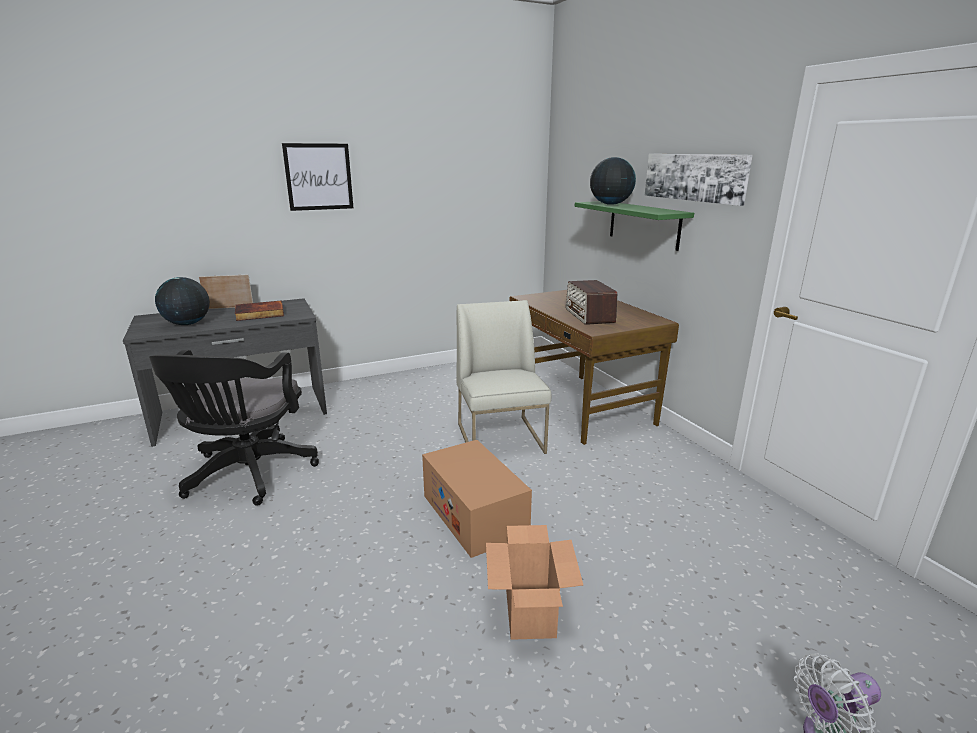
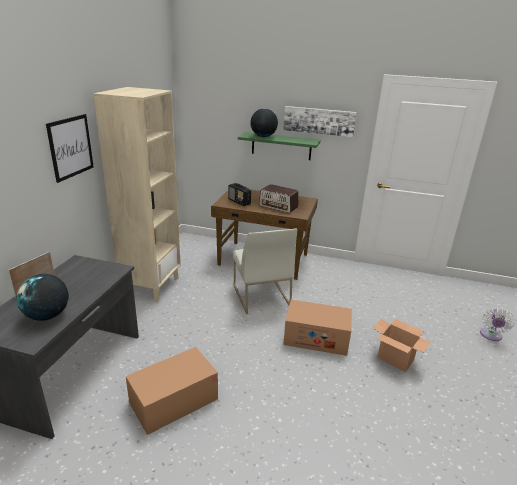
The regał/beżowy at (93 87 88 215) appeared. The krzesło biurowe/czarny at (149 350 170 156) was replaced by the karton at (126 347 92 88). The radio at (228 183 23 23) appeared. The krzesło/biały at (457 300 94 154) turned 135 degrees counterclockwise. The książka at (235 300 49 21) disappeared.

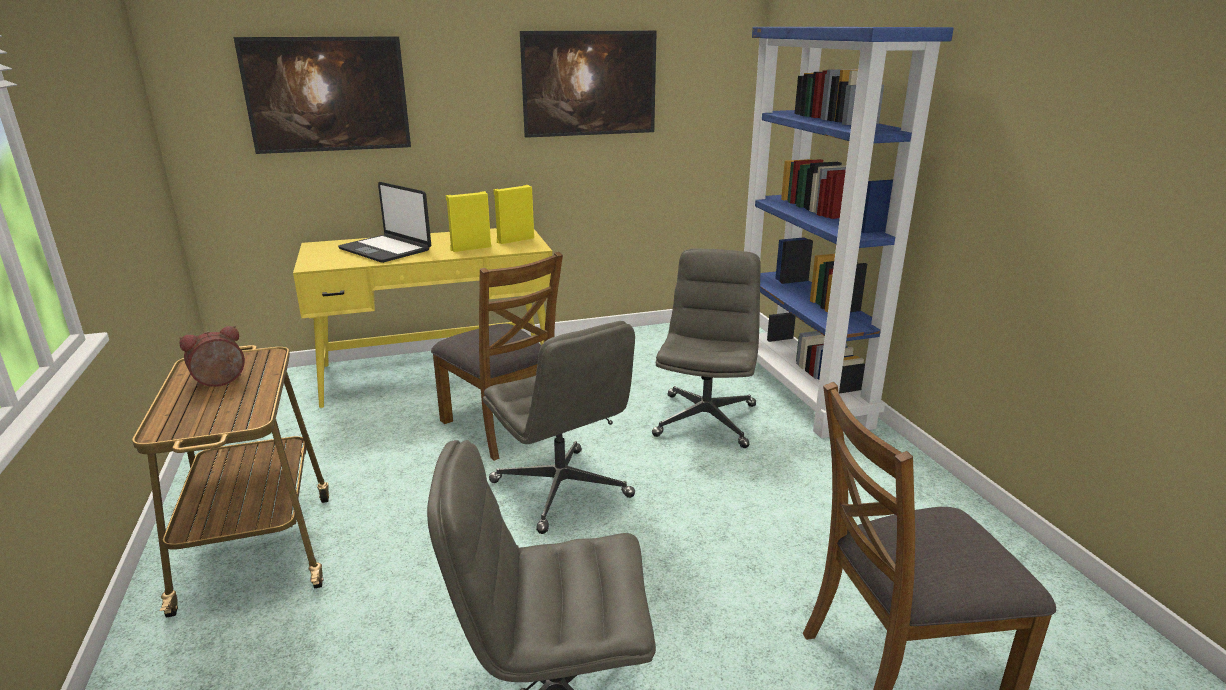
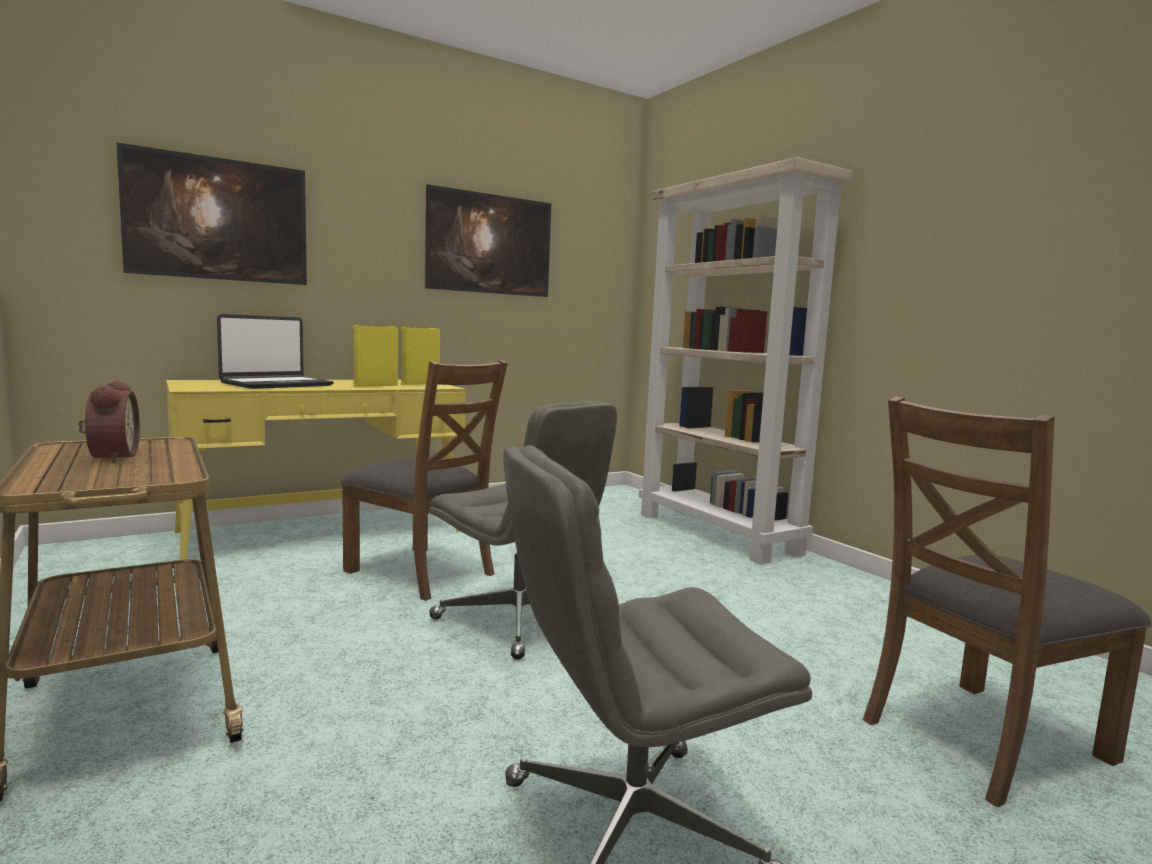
The budzik at (179 326 66 61) turned 120 degrees clockwise. The laptop at (338 182 93 81) turned 75 degrees counterclockwise. The regał/niebieski at (744 27 210 411) became the regał/beżowy at (638 157 214 408). The krzesło biurowe/szary at (652 248 109 200) disappeared.

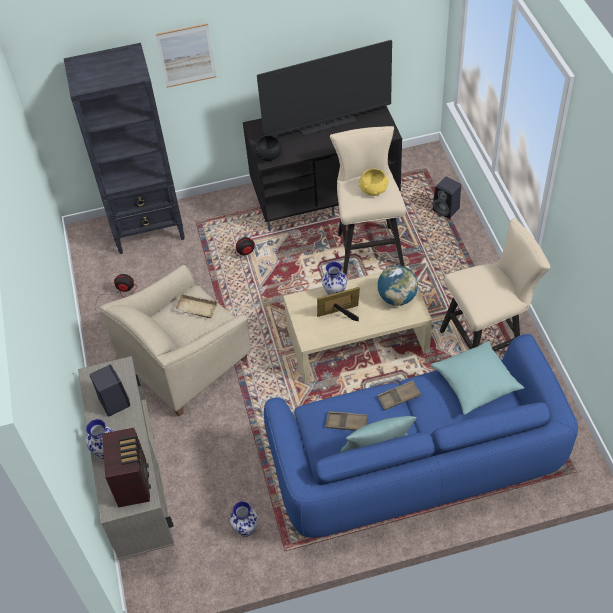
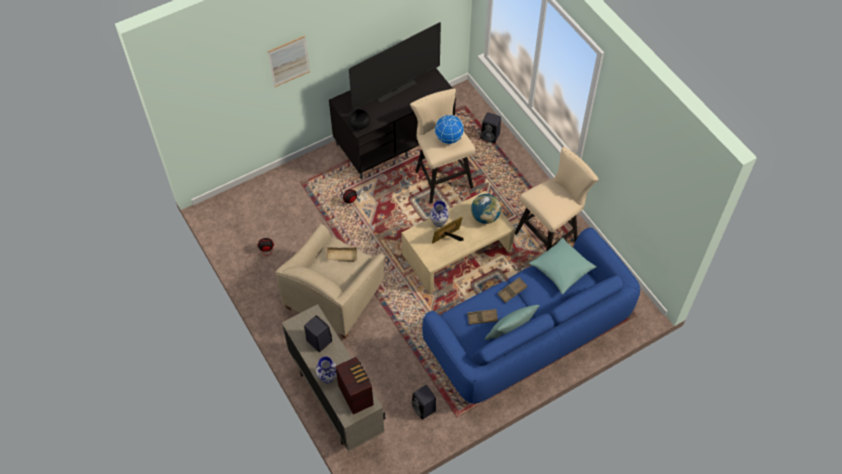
The wazon at (230 501 28 36) was replaced by the głośnik/czarny at (411 385 25 35). The miska/żółty at (359 169 30 27) was replaced by the globus at (434 115 30 29). The regał/czarny at (64 43 121 211) disappeared.

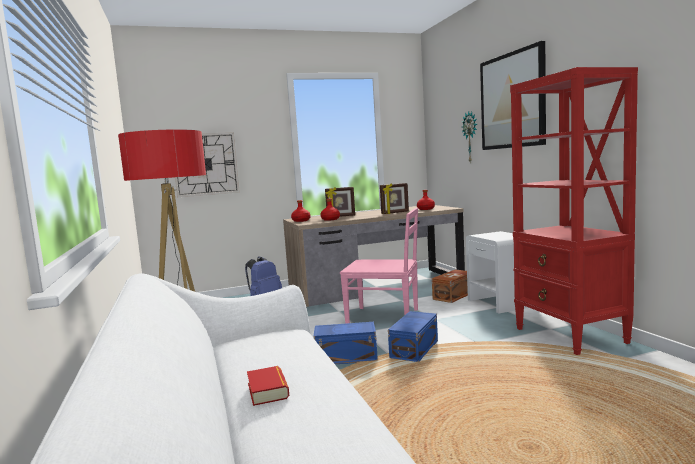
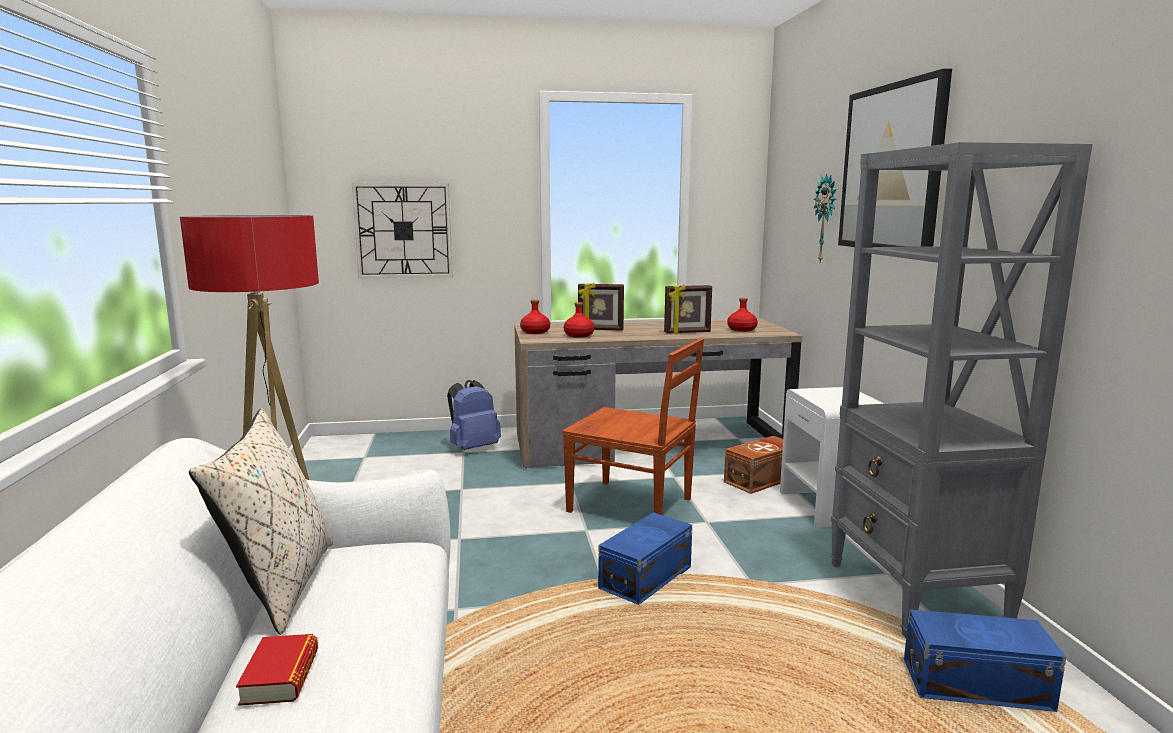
The poduszka/beżowy at (189 408 144 227) appeared. The krzesło/różowy at (340 208 78 116) became the krzesło/brązowy at (562 338 142 177). The regał/czerwony at (510 67 128 288) became the regał/szary at (830 142 262 496). The pojemnik do przechowywania/niebieski moved from (313 322 65 42) to (904 609 162 103).

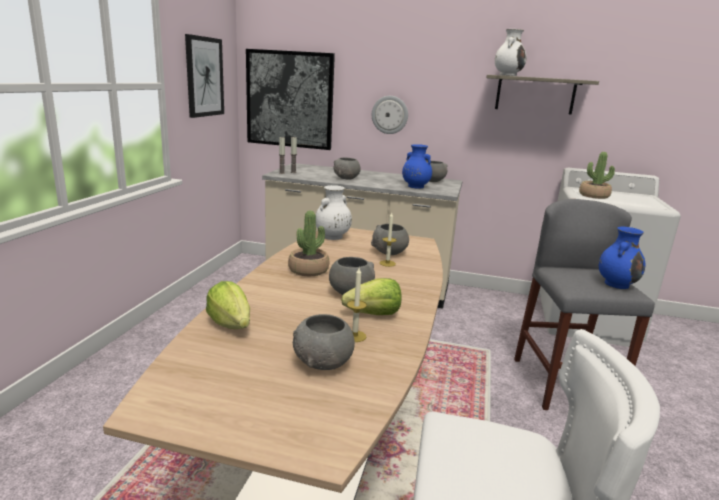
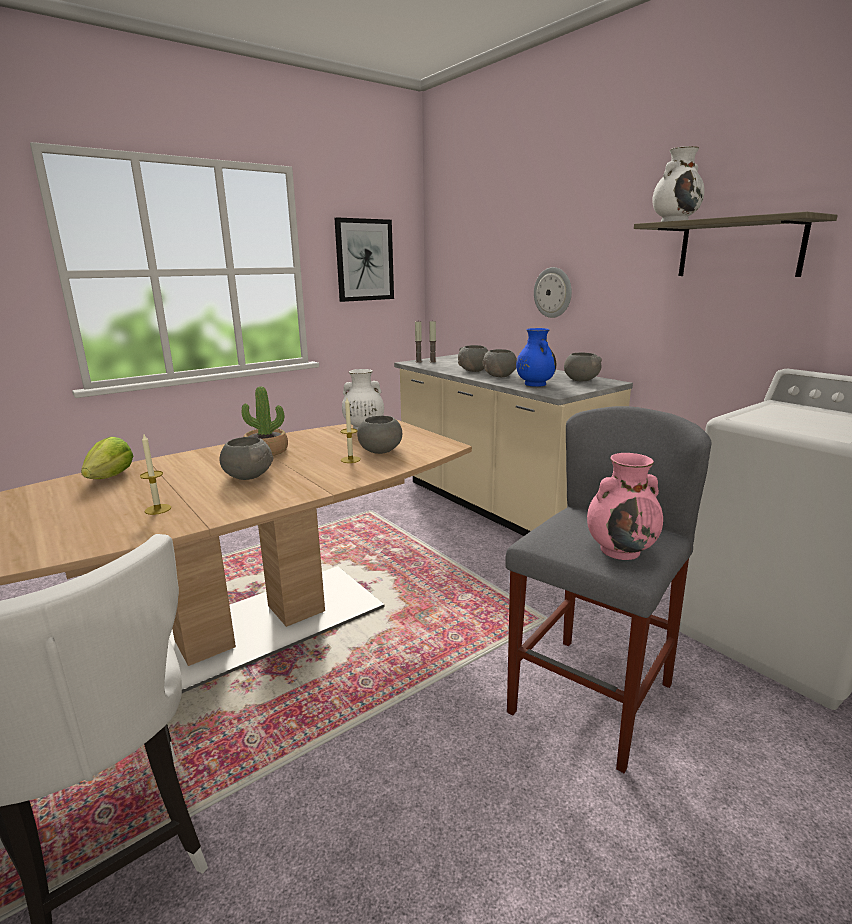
The miska/szary moved from (293 314 62 56) to (482 349 35 28). The wazon/niebieski at (599 227 46 62) became the wazon/różowy at (587 453 76 107). The obraz at (246 49 89 101) disappeared. The sałata at (341 278 61 37) disappeared. The roślina doniczkowa at (579 152 36 47) disappeared.

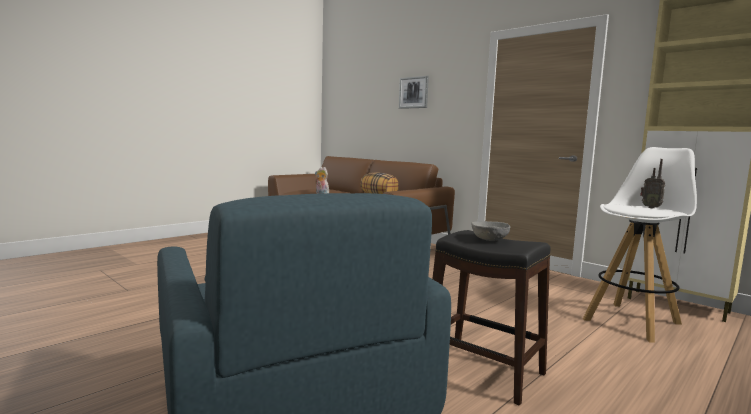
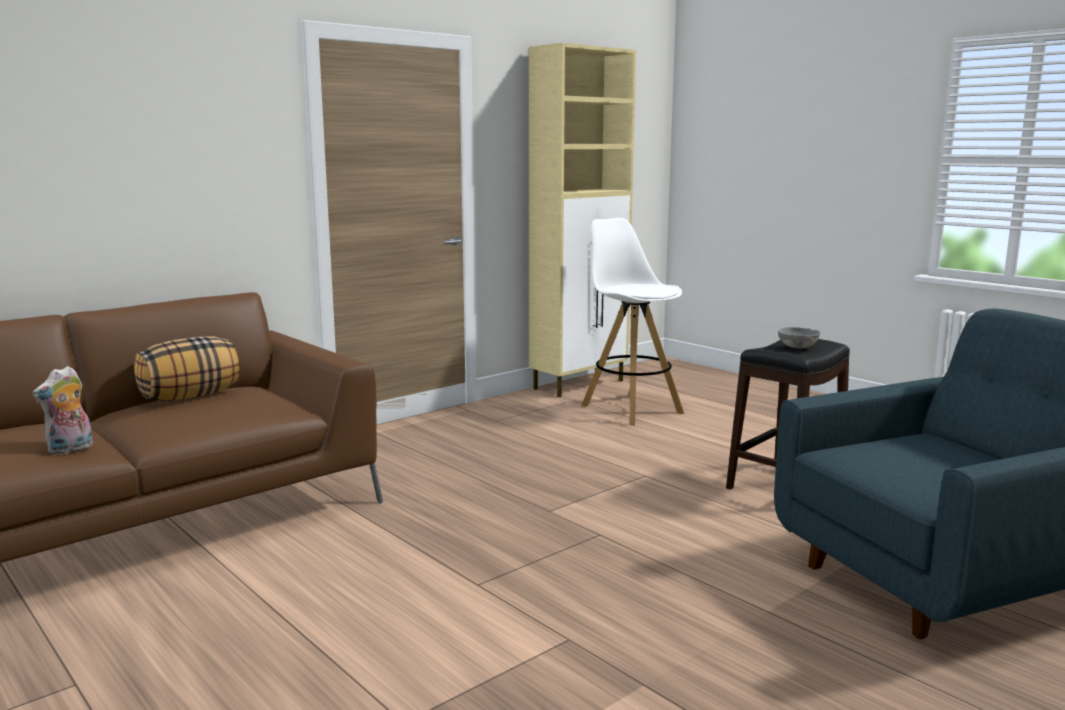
The obraz at (399 76 30 33) disappeared. The radio at (640 159 25 49) disappeared.

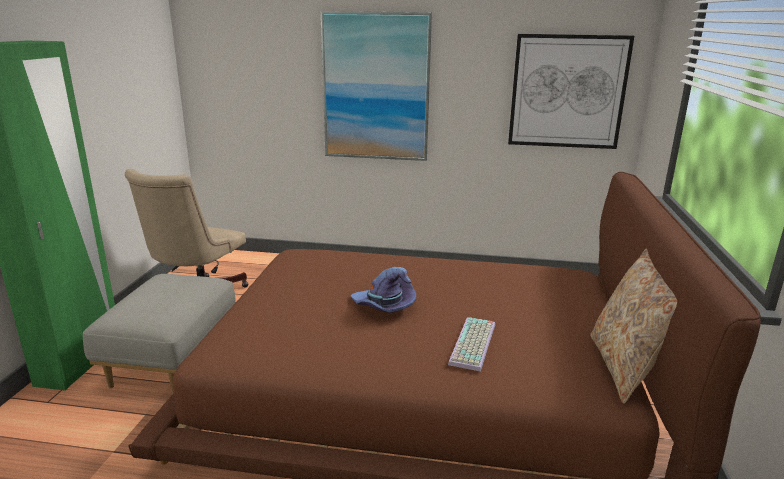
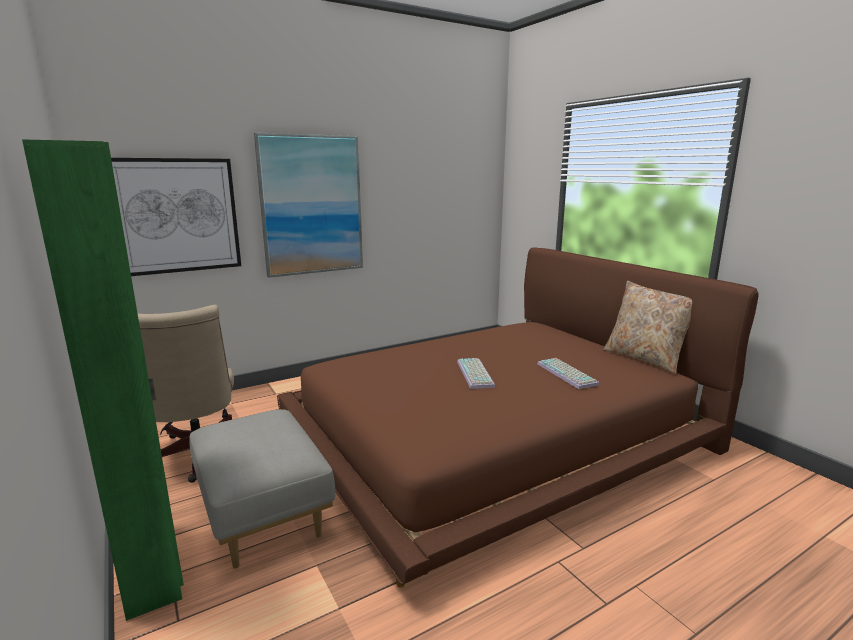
The obraz moved from (508 34 126 115) to (111 158 130 118). The kapelusz/fioletowy at (351 267 65 46) was replaced by the klawiatura at (457 358 38 31).

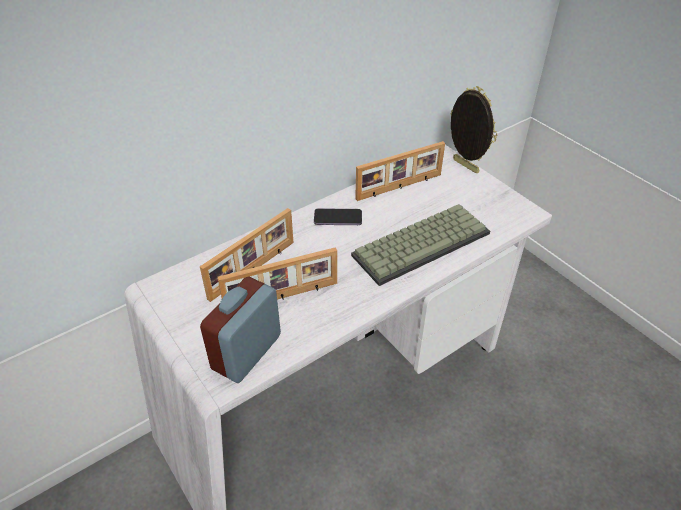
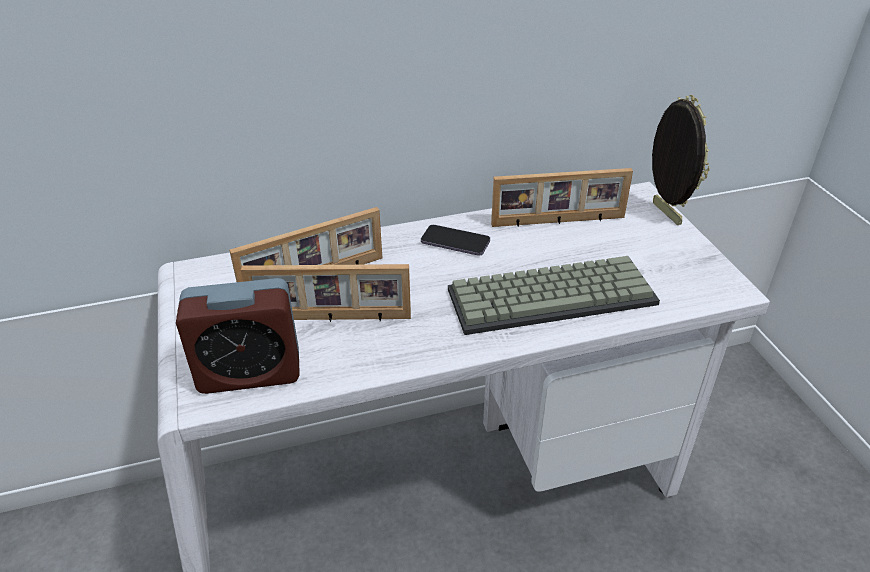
The budzik at (200 277 81 106) turned 150 degrees counterclockwise.

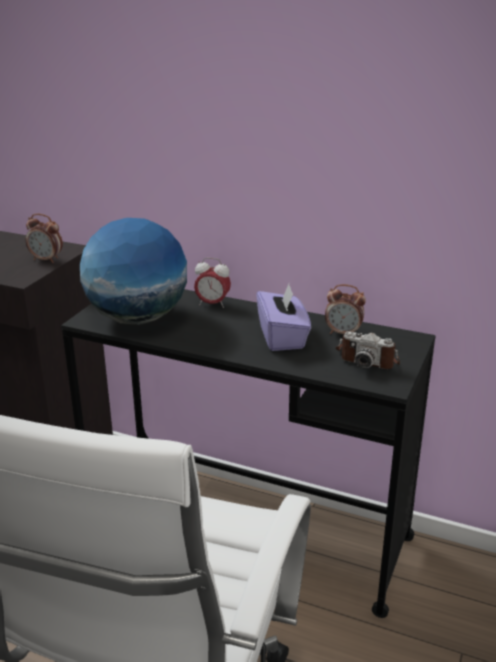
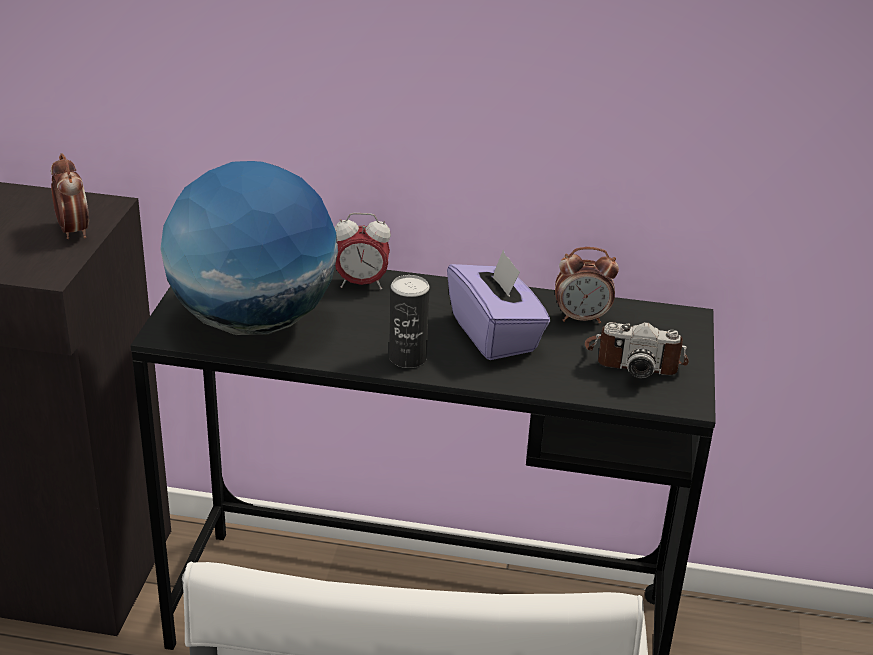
The budzik at (26 214 37 49) turned 120 degrees counterclockwise. The puszka at (389 275 41 93) appeared.

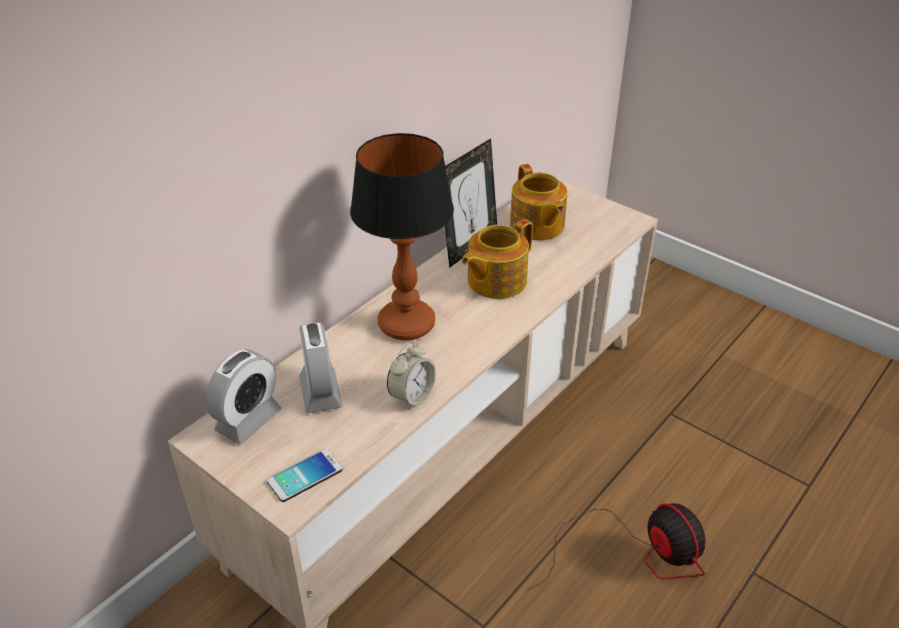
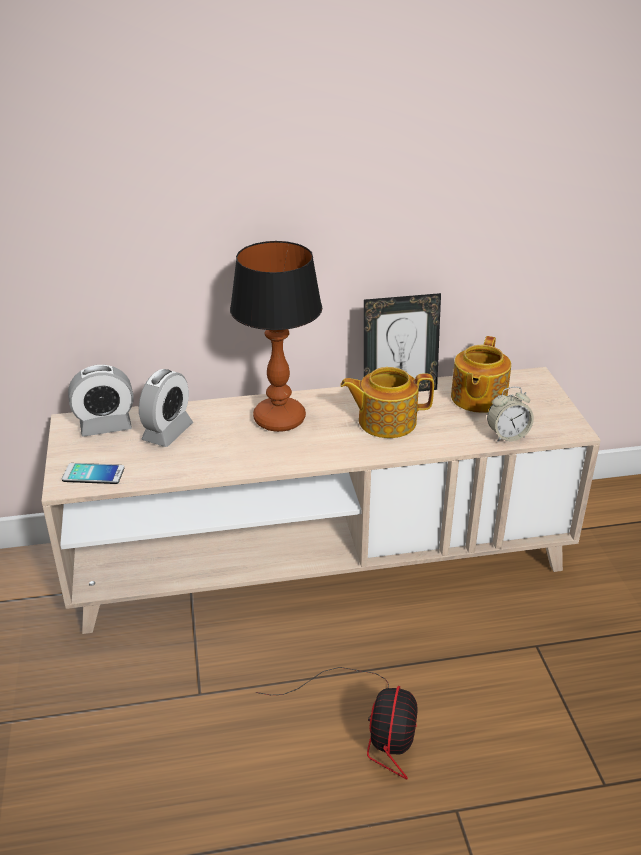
The budzik moved from (387 342 49 68) to (487 387 47 55).

